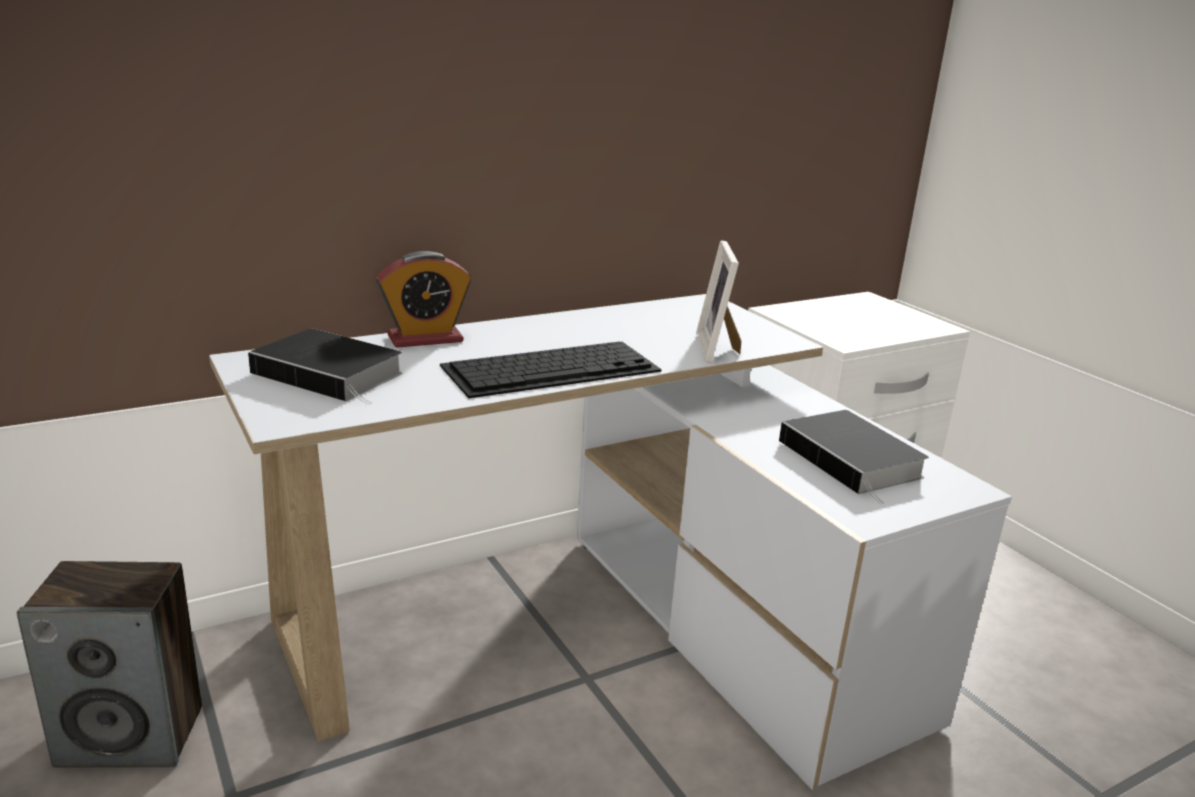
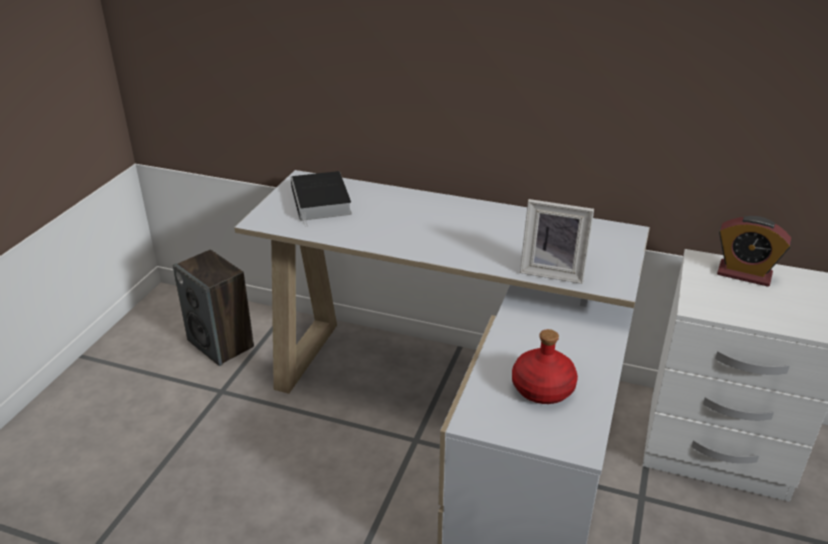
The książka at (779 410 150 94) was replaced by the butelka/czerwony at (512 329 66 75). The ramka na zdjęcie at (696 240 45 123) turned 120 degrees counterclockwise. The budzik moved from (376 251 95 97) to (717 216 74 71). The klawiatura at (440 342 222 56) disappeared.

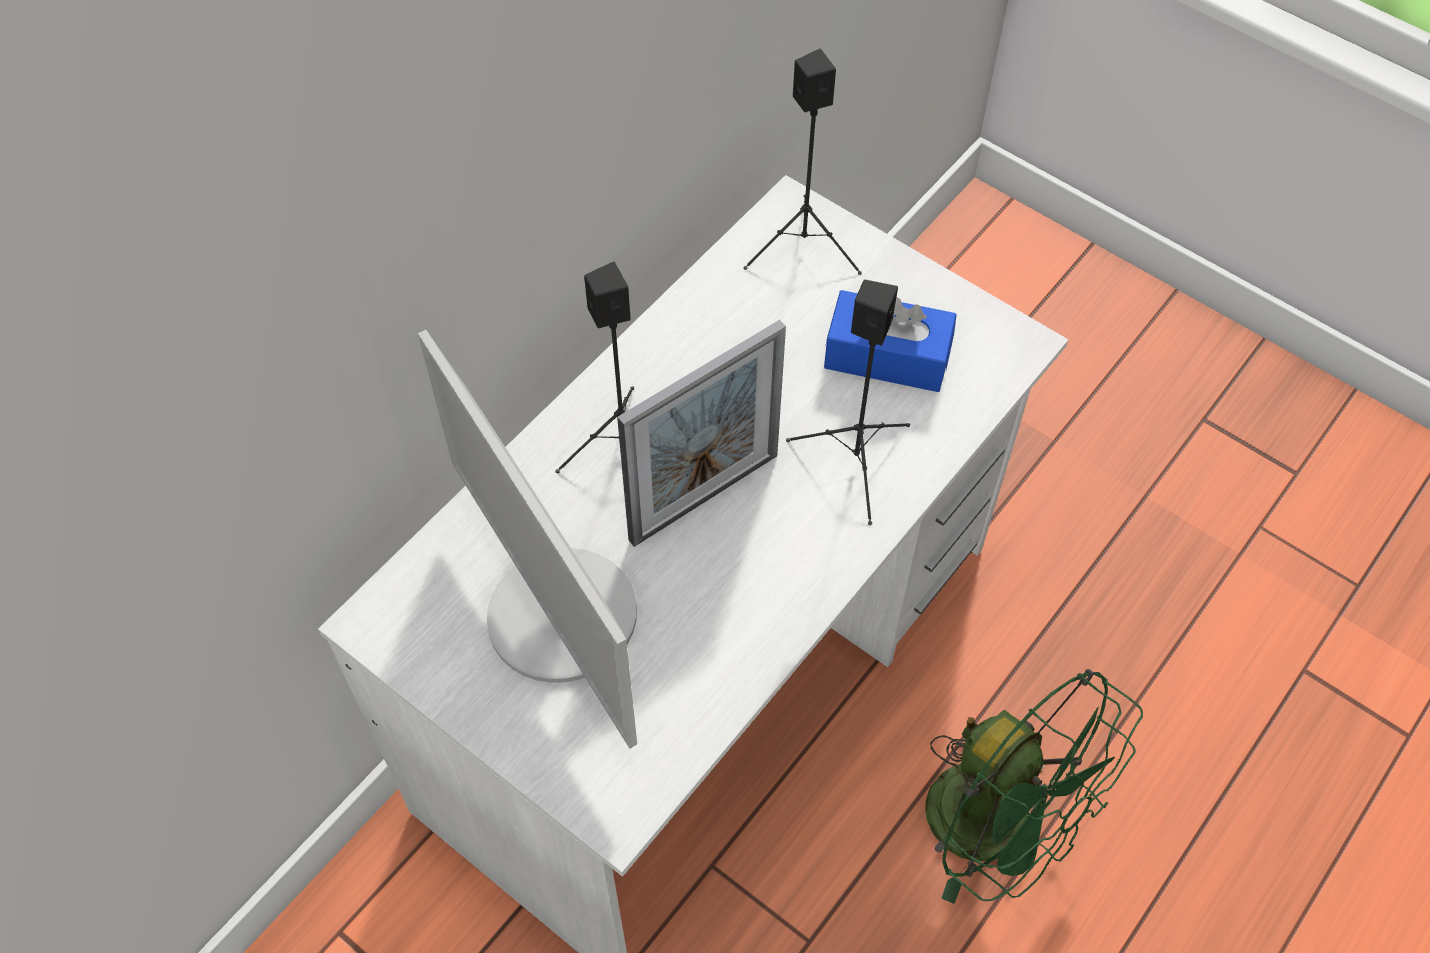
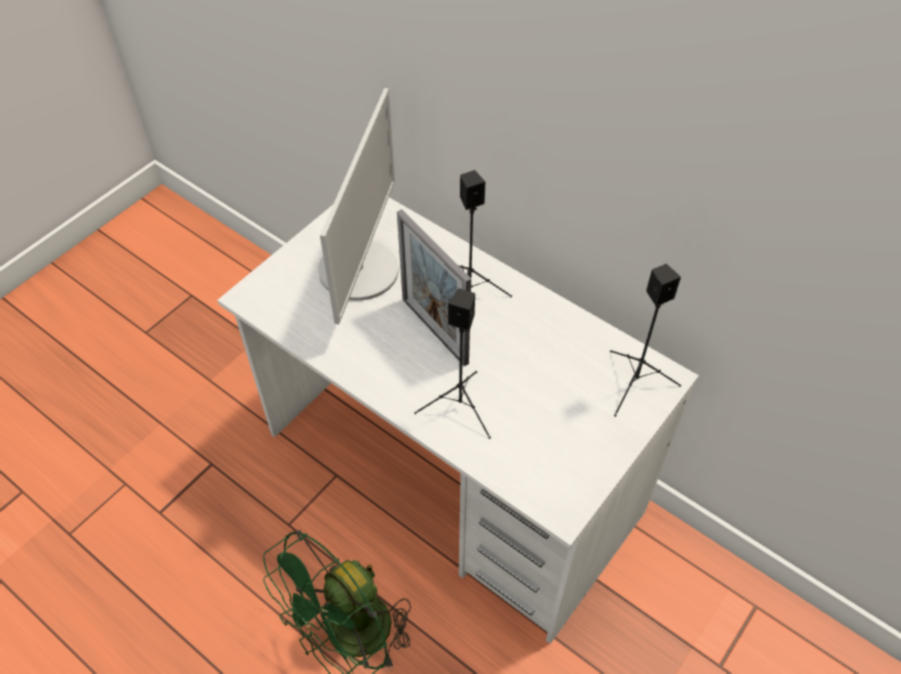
The monitor at (418 330 219 419) turned 135 degrees clockwise. The pudełko chusteczek/niebieski at (824 290 133 102) disappeared.

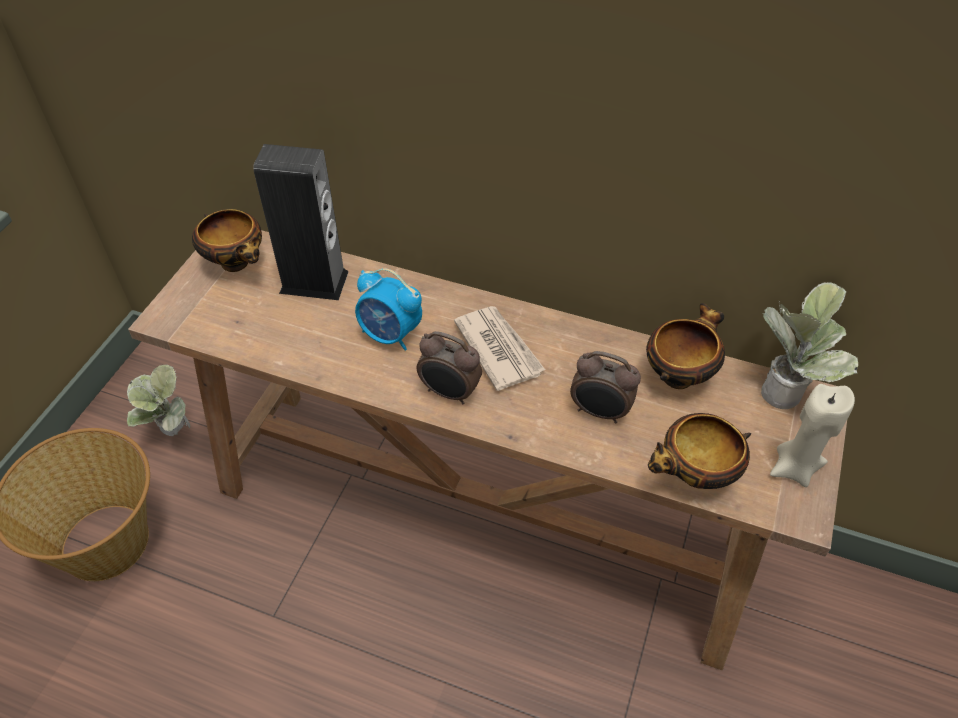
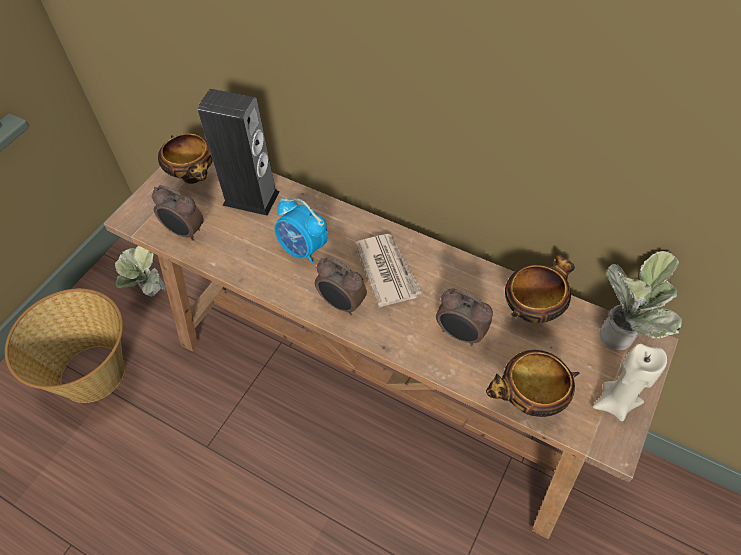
The budzik at (152 185 52 56) appeared.

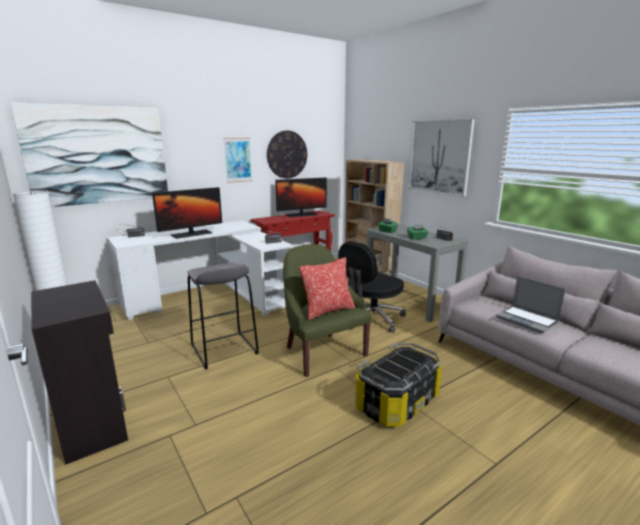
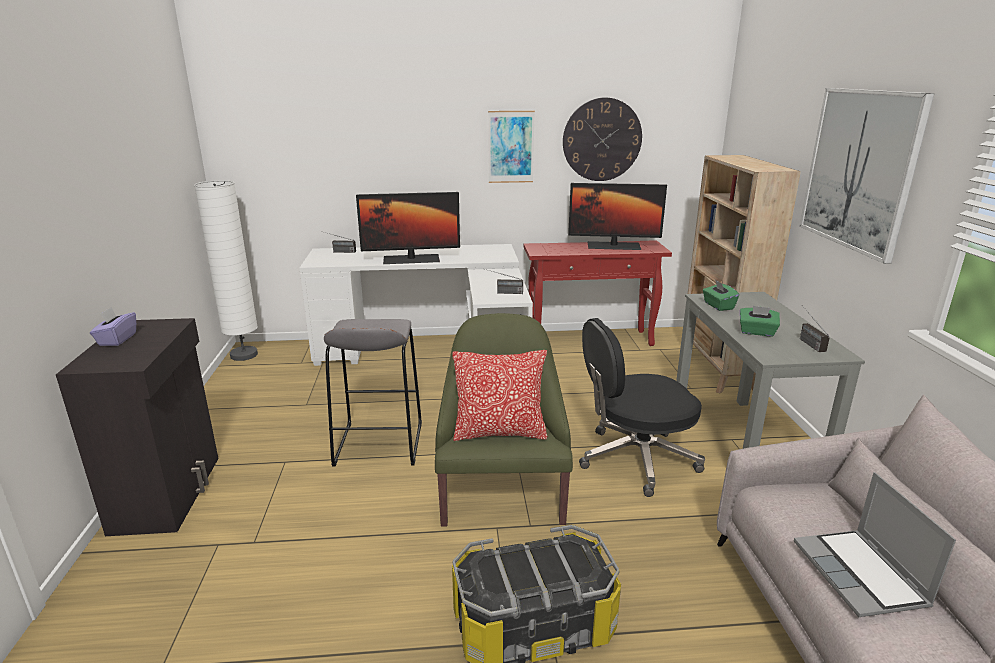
The pudełko chusteczek/fioletowy at (90 307 46 39) appeared. The obraz at (11 103 157 104) disappeared.

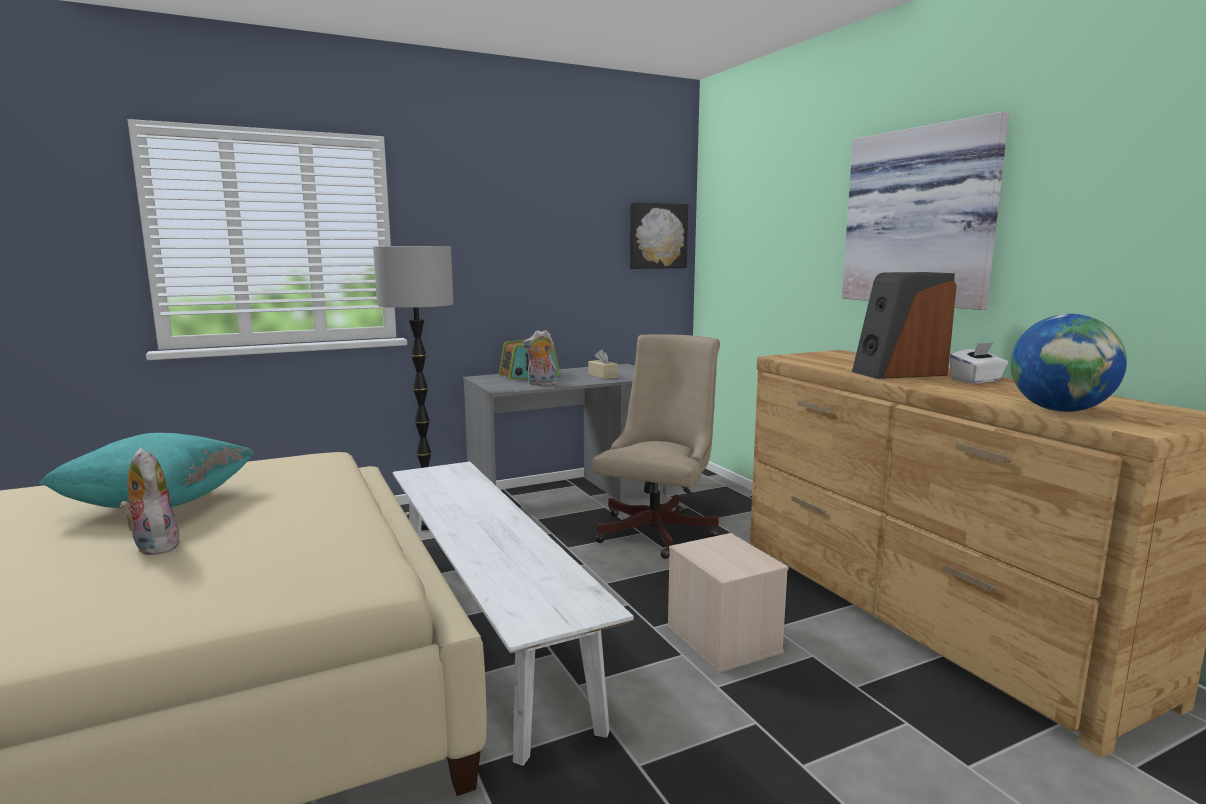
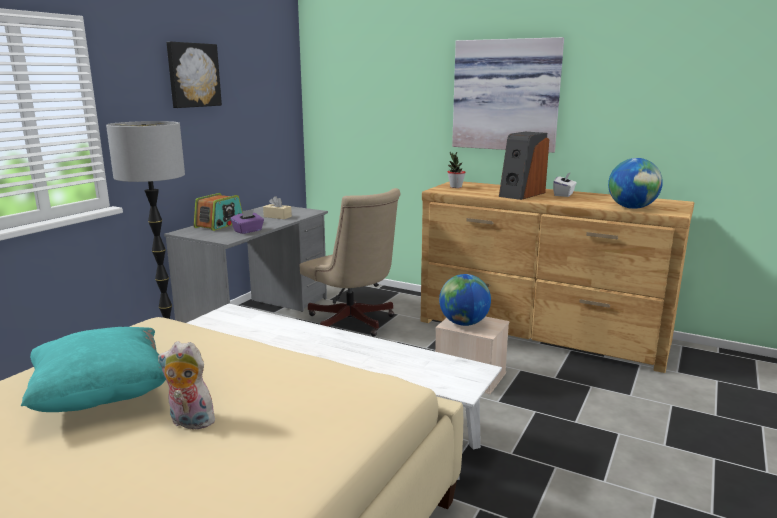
The obraz moved from (630 202 58 67) to (166 42 56 66). The pluszak at (522 330 35 56) was replaced by the pudełko chusteczek/fioletowy at (231 209 33 25). The krzesło biurowe/beżowy at (592 334 128 225) turned 150 degrees clockwise. The globus at (439 274 52 52) appeared. The roślina doniczkowa at (448 152 18 36) appeared.

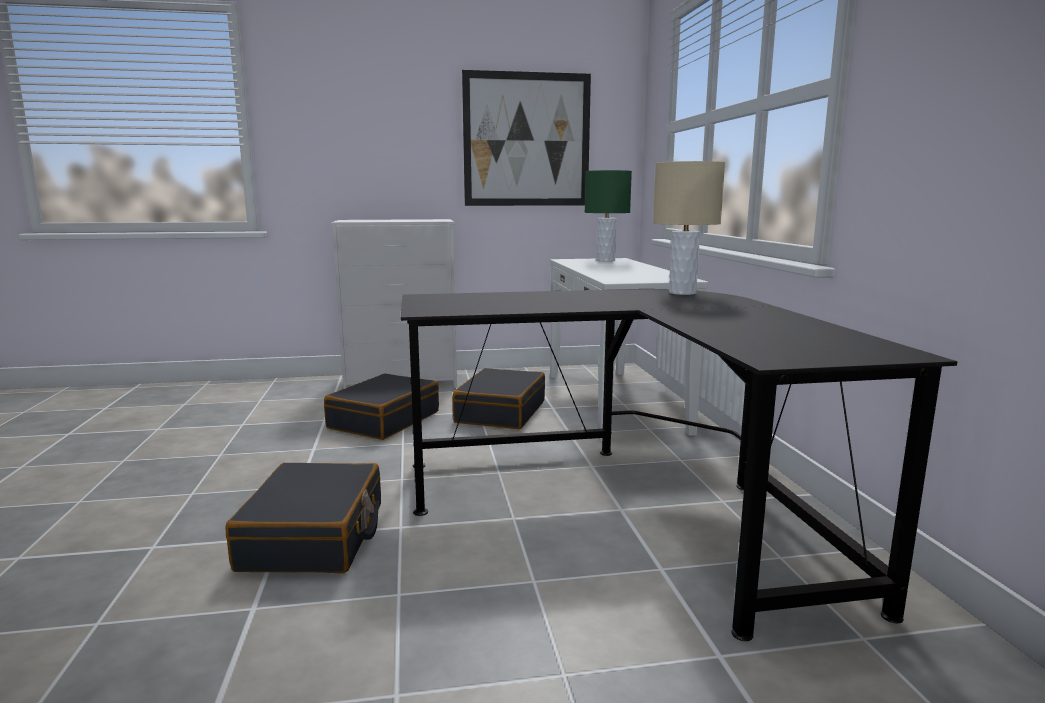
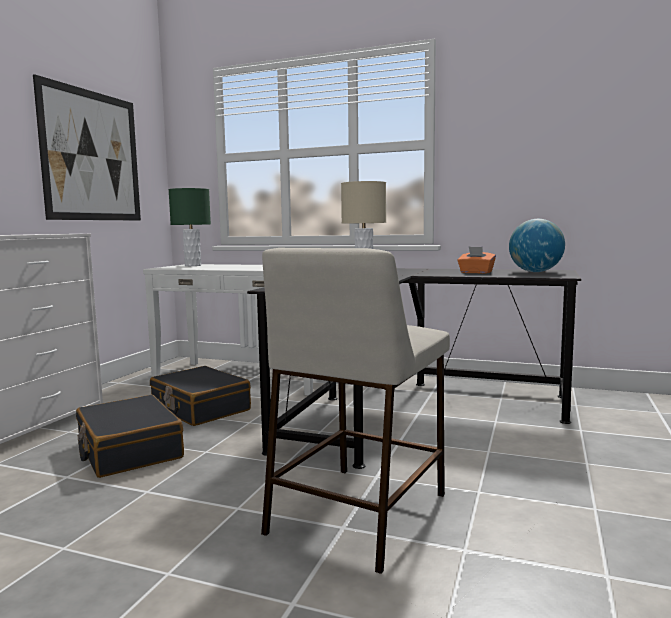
The walizka/czarny at (226 463 155 110) was replaced by the stołek/beżowy at (261 248 189 326). The pudełko chusteczek/pomarańczowy at (457 247 39 27) appeared. The globus at (509 219 56 53) appeared.

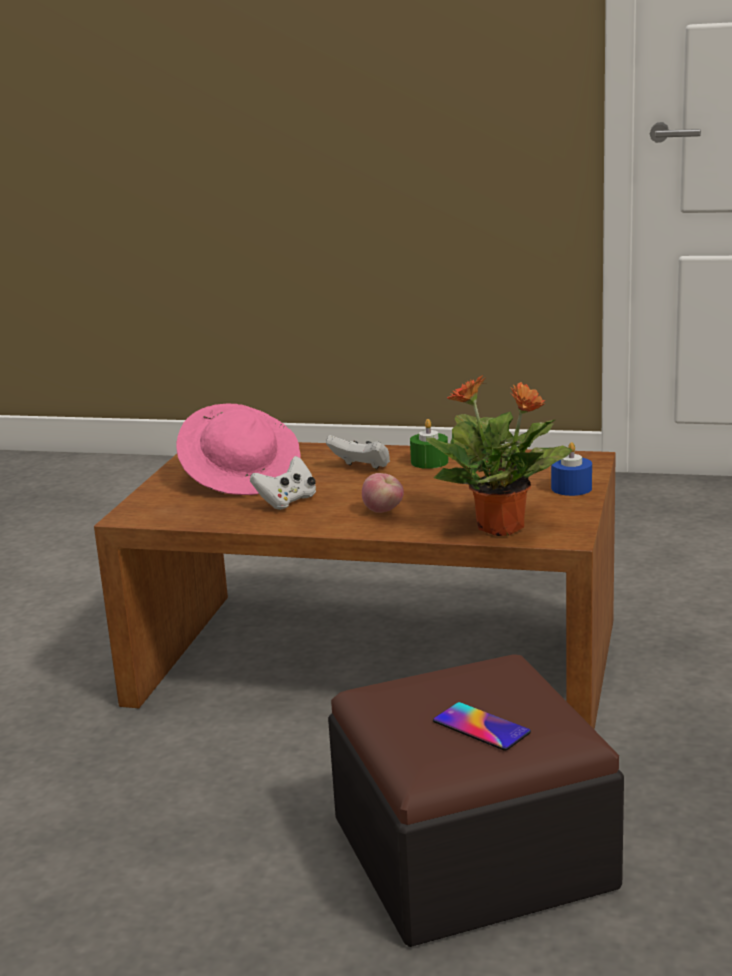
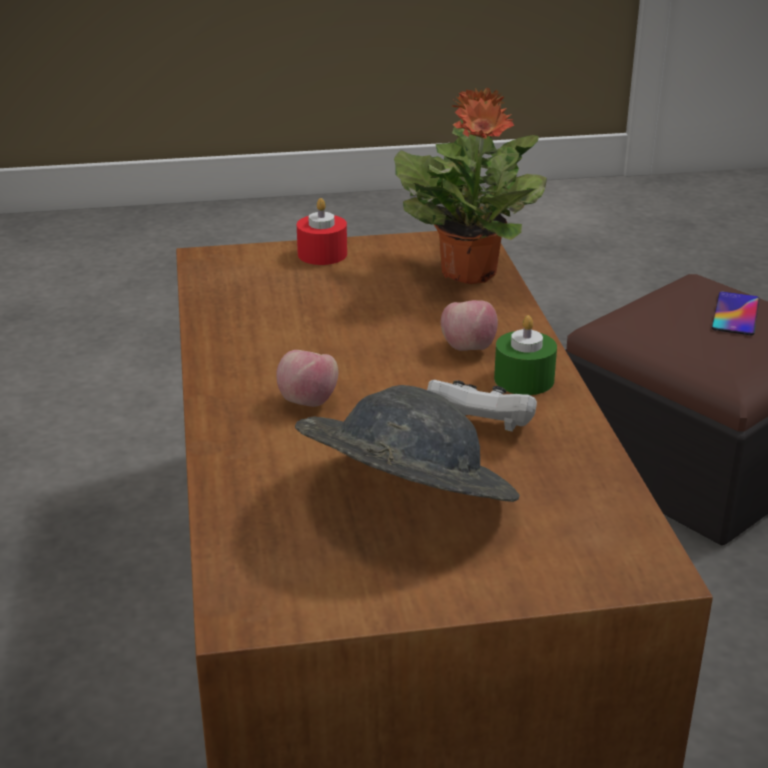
The pad do gier/biały at (326 435 64 34) was replaced by the jabłko at (276 350 62 57). The kapelusz/różowy at (176 403 125 92) became the kapelusz/szary at (295 385 225 117). The świeca/niebieski at (551 442 41 54) became the świeca/czerwony at (297 198 50 67). The świeca/zielony moved from (410 419 38 50) to (494 315 63 80).

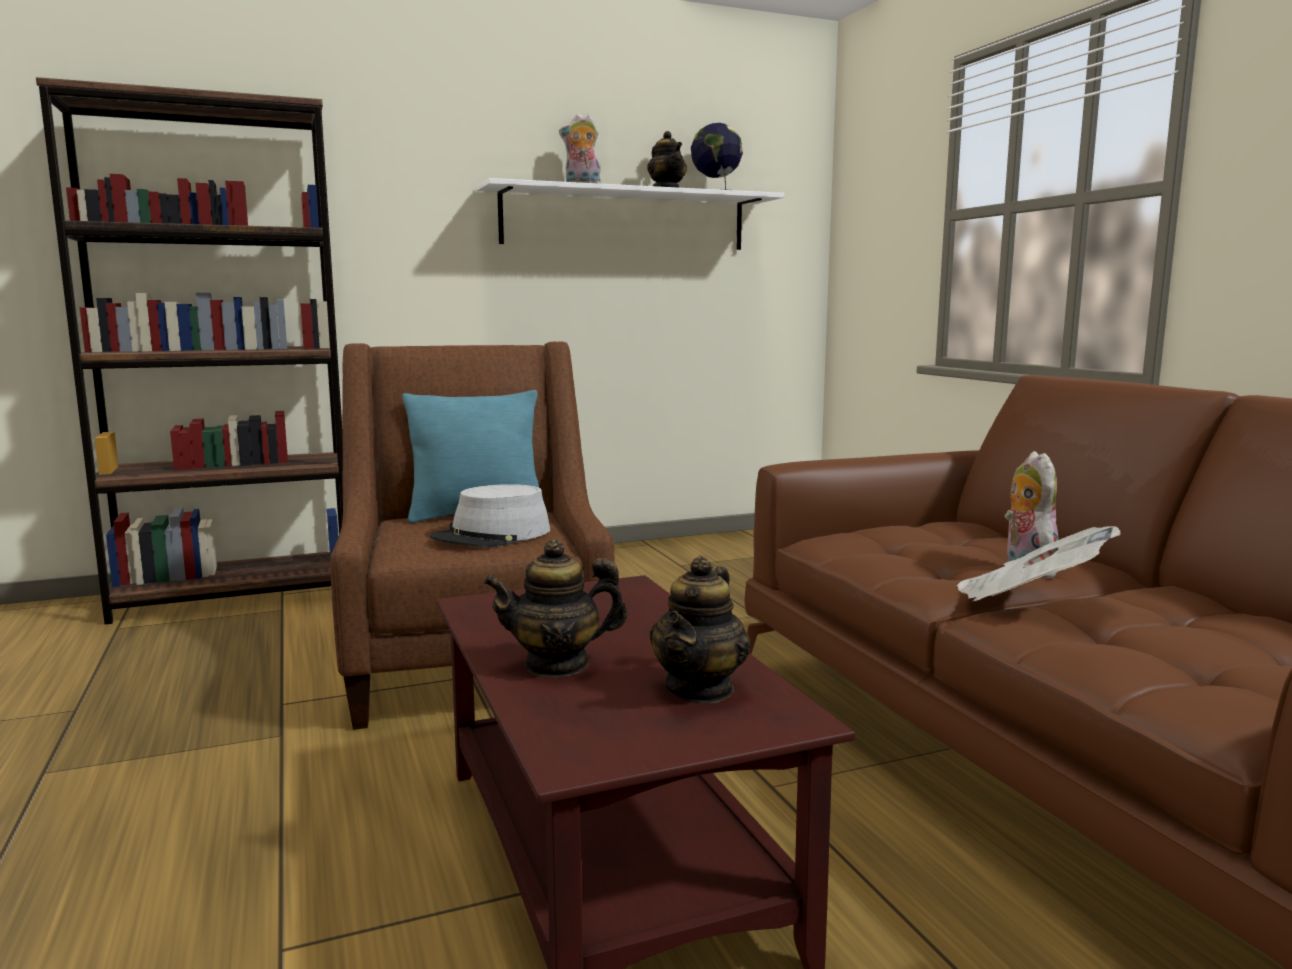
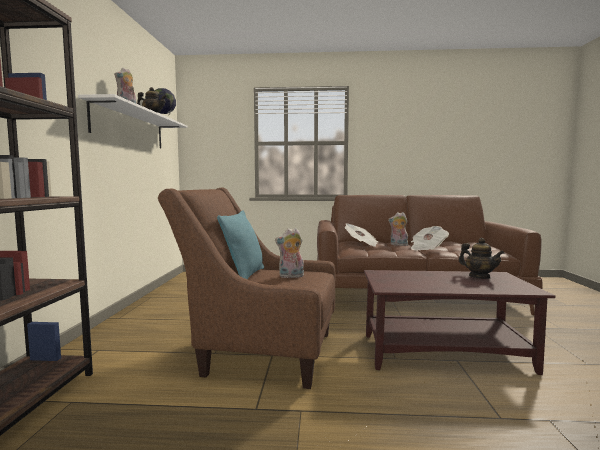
The kapelusz/szary at (430 484 120 63) was replaced by the pluszak at (275 228 29 50). The gazeta at (345 223 33 24) appeared. The imbryk at (483 539 145 138) disappeared.

